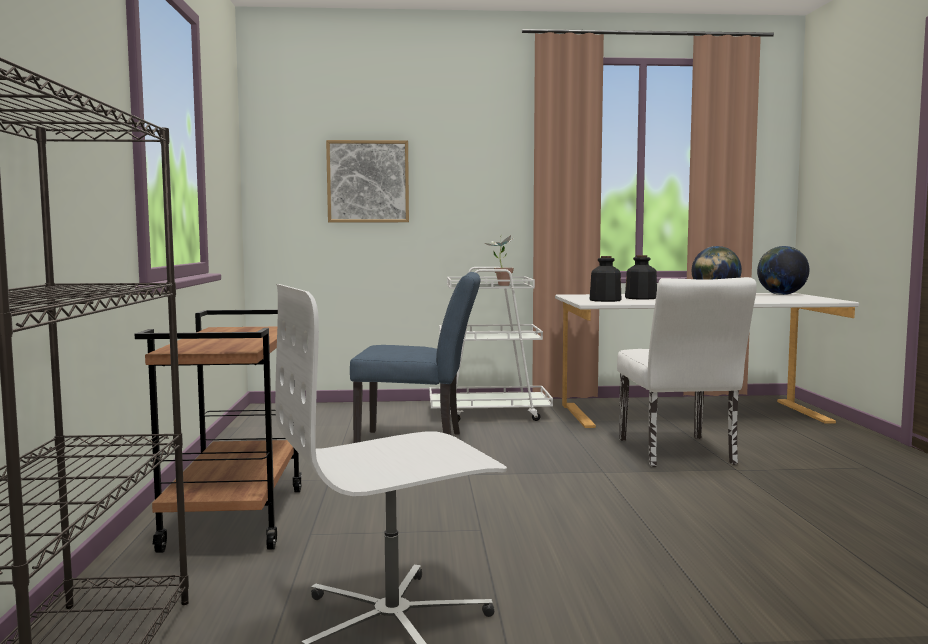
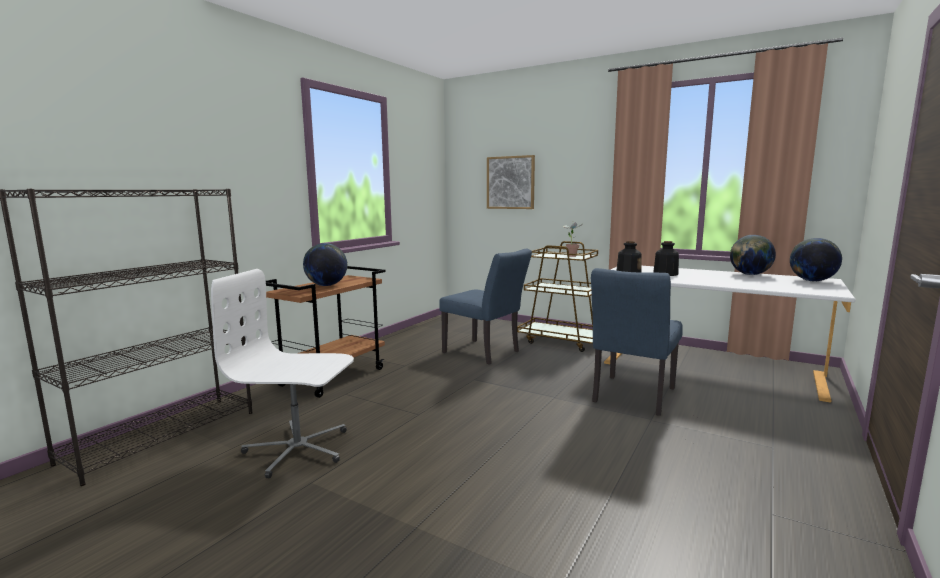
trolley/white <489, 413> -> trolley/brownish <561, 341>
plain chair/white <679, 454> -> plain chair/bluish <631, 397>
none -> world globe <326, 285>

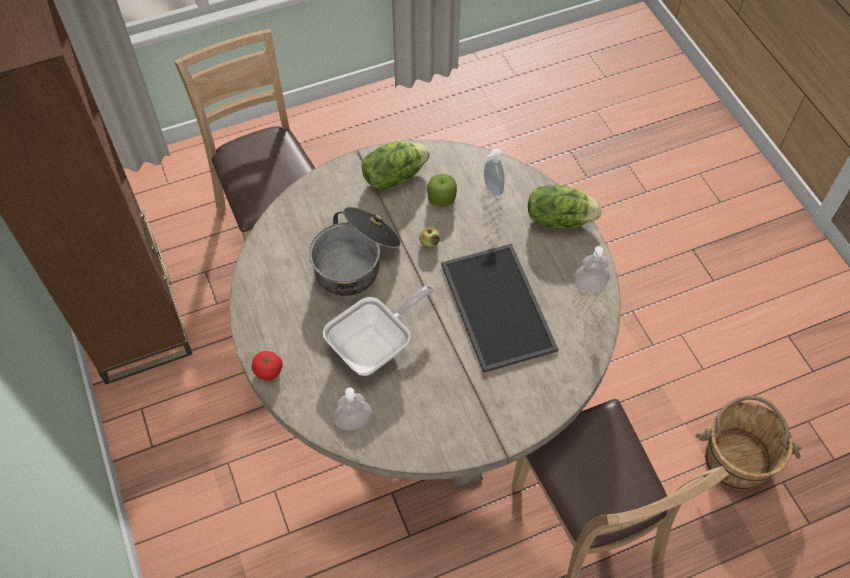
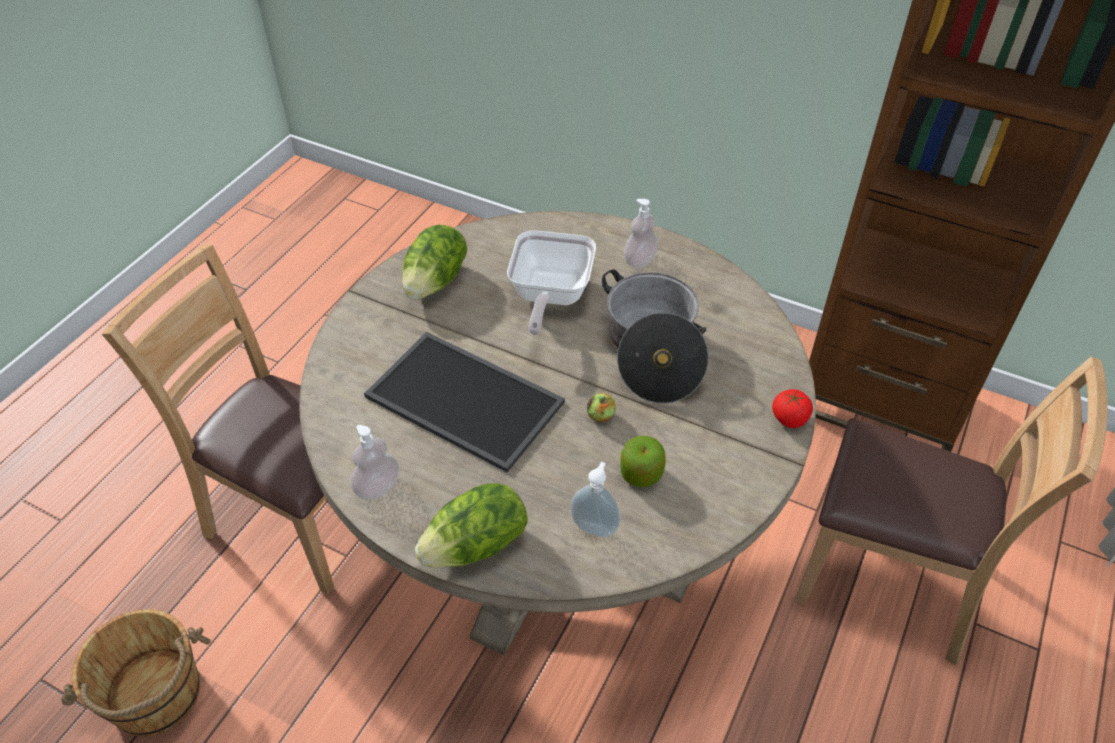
lettuce head <394, 176> -> lettuce head <436, 281>, relocated
fresh tomato <268, 371> -> fresh tomato <789, 418>, relocated
liquid soap bottle <354, 421> -> liquid soap bottle <640, 260>, relocated

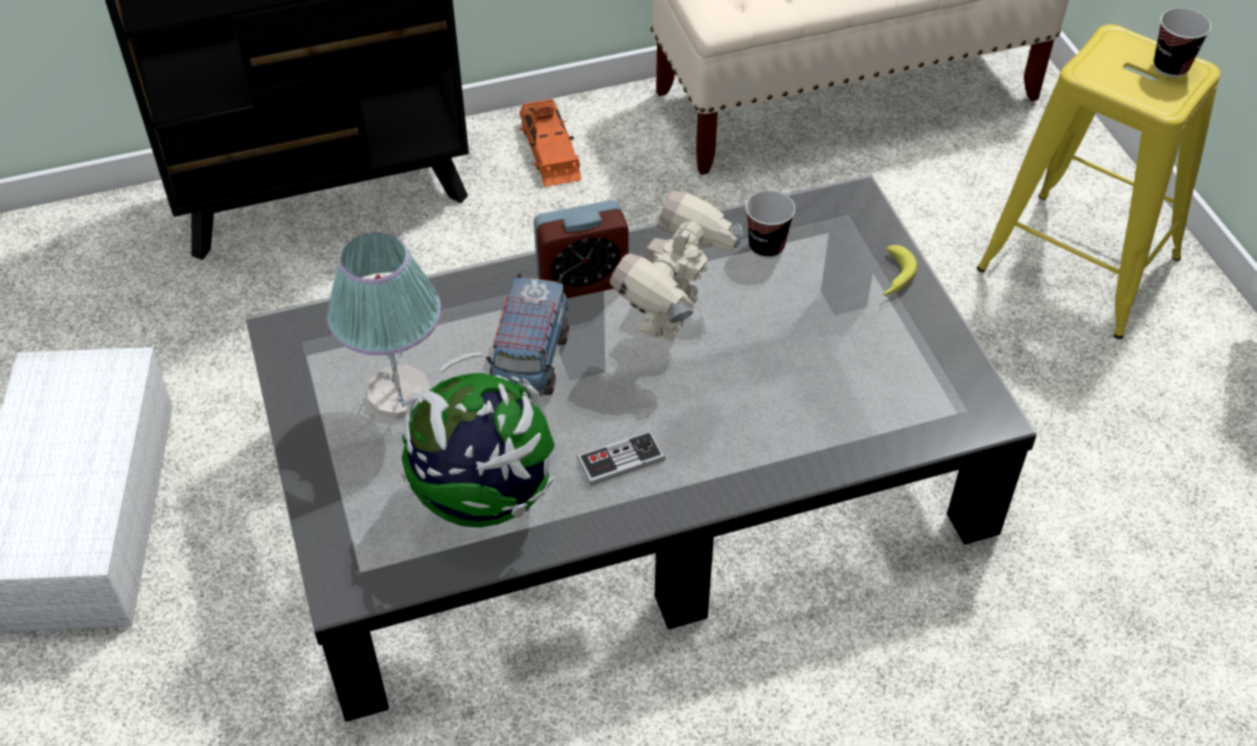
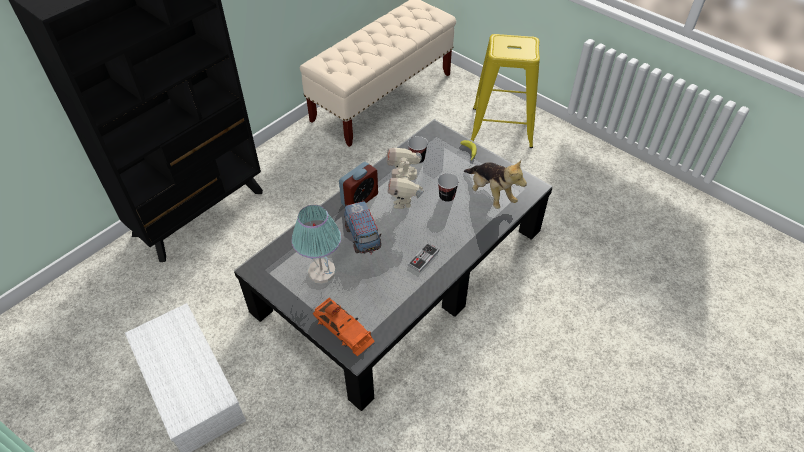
small cup <1170, 67> -> small cup <446, 197>, relocated
miniature car/orange-coloured <550, 151> -> miniature car/orange-coloured <343, 329>, relocated
world globe <485, 496> -> none
none -> plush toy <490, 194>

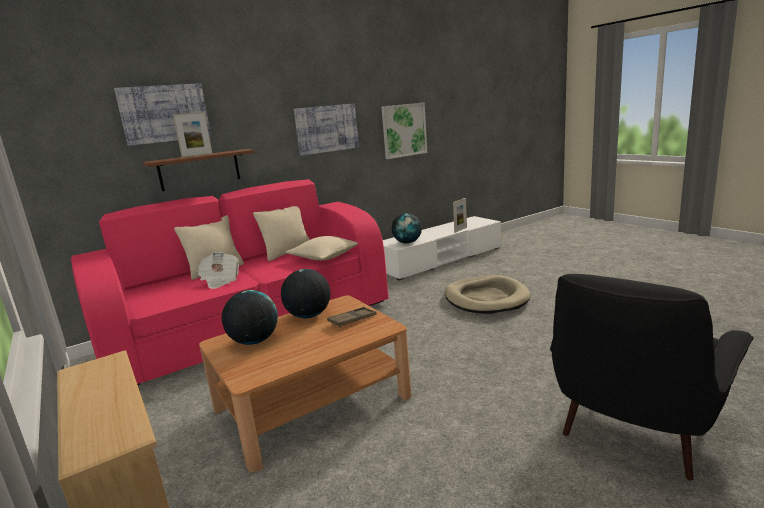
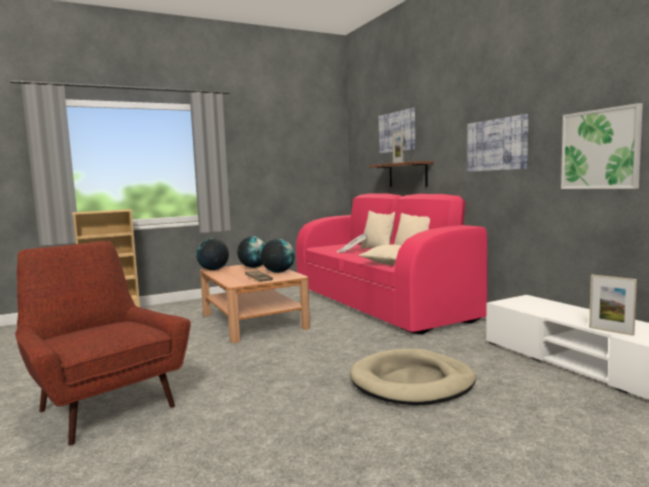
world globe <407, 242> -> world globe <213, 270>, relocated
armchair/black-coloured <633, 430> -> armchair/red-coloured <104, 405>

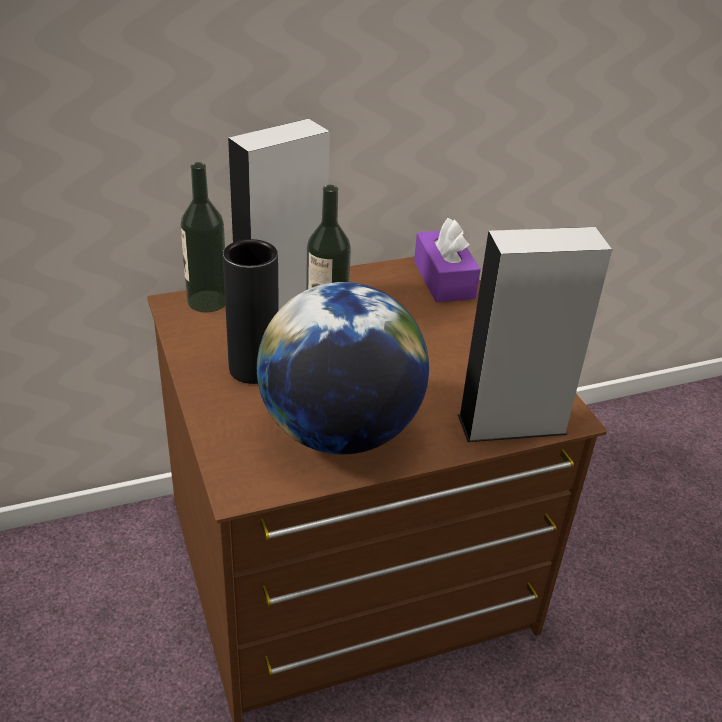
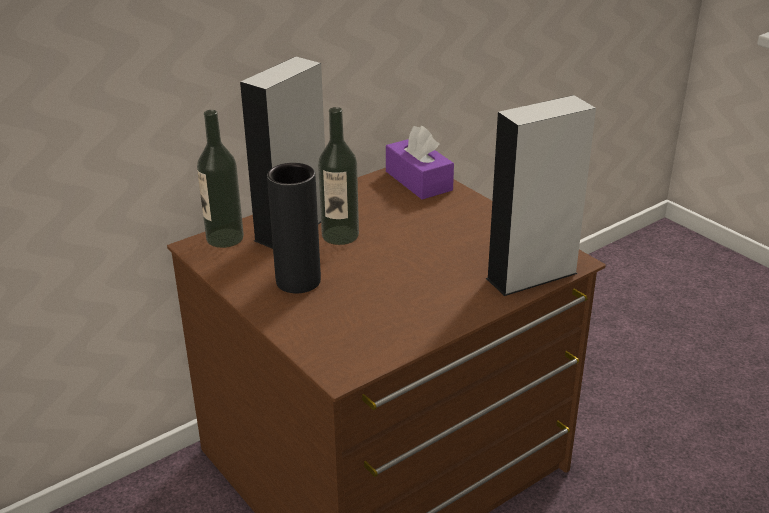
world globe <340, 431> -> none

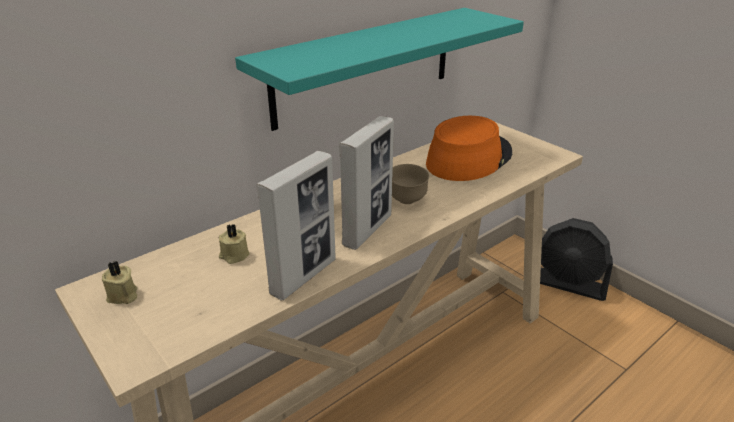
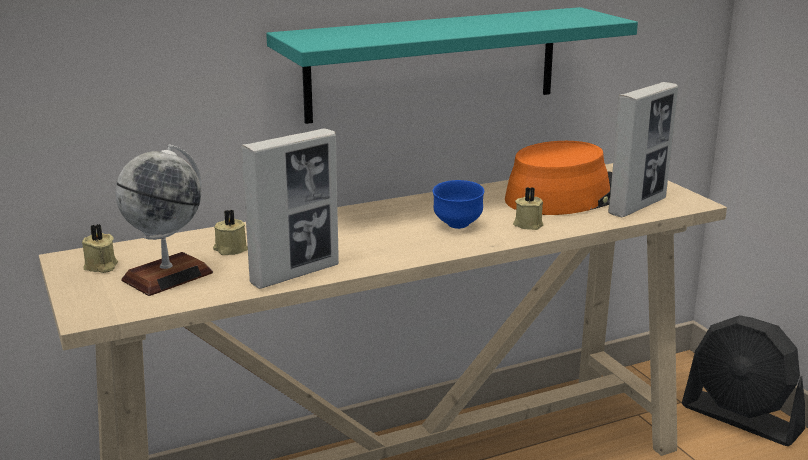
standing frame <367, 230> -> standing frame <637, 206>, relocated
serving bowl/brownish <407, 201> -> serving bowl/bluish <457, 226>
none -> world globe <167, 276>
none -> wax light/beige-coloured <528, 224>

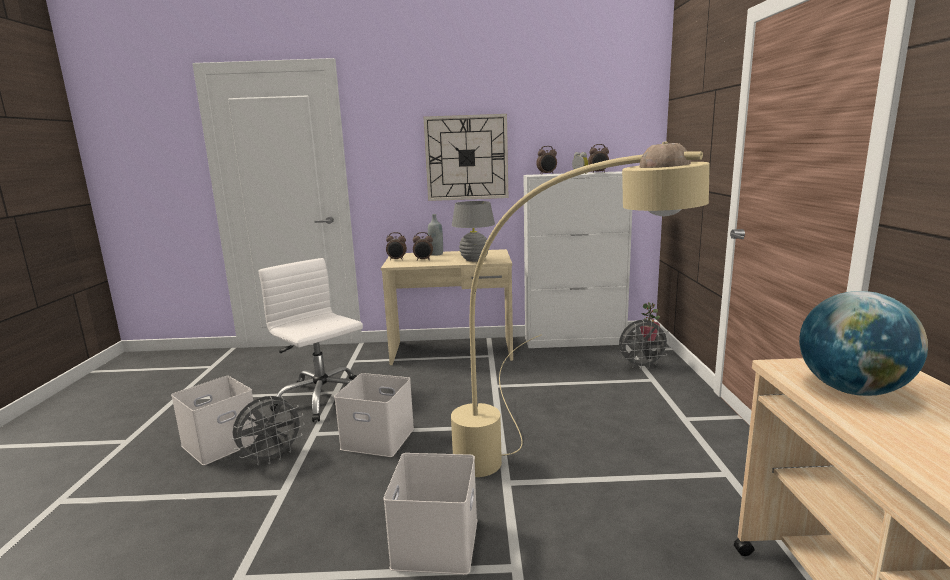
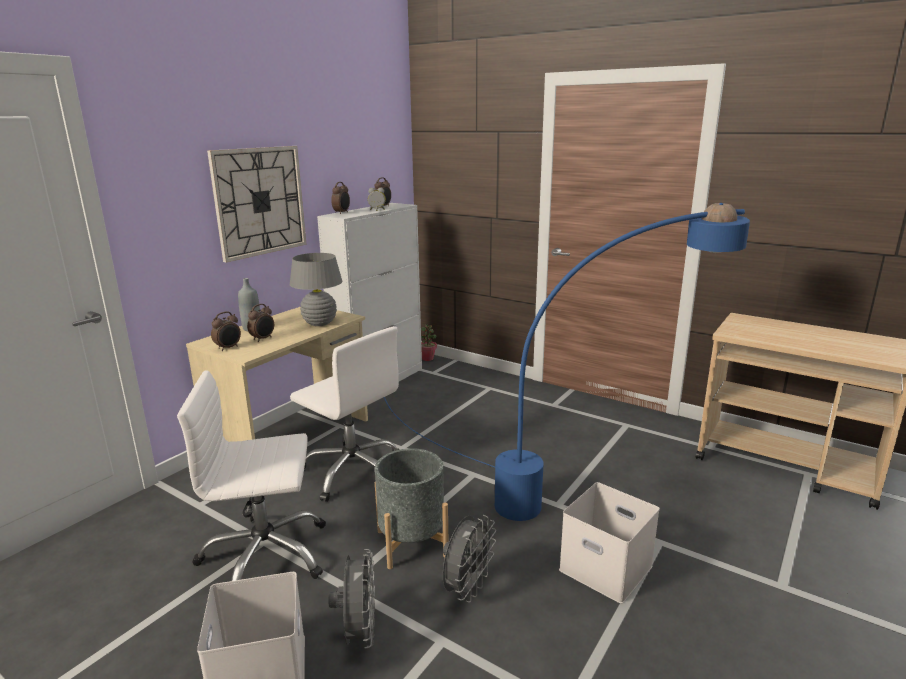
floor lamp/beige-coloured <540, 474> -> floor lamp/bluish <562, 486>
world globe <852, 390> -> none
electric fan/grey <641, 366> -> electric fan/grey <467, 588>, relocated
storage box/white <380, 438> -> flower pot/grey <412, 543>
none -> desk chair/white <353, 471>

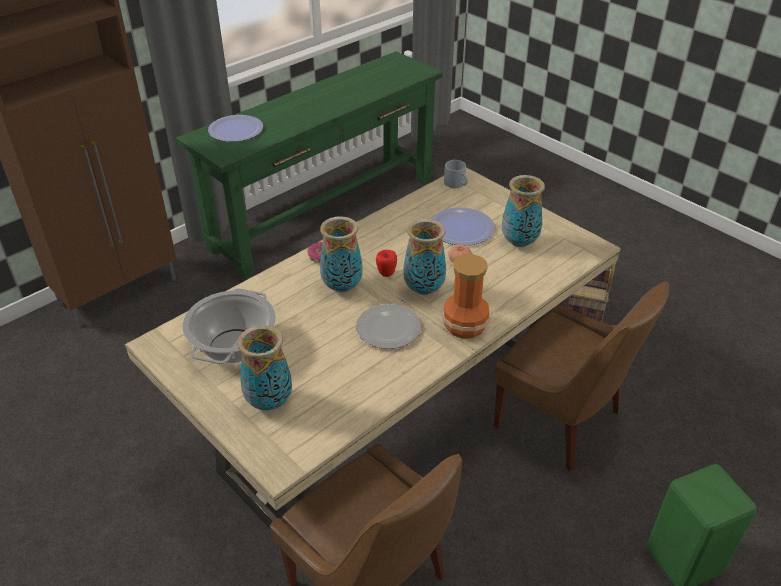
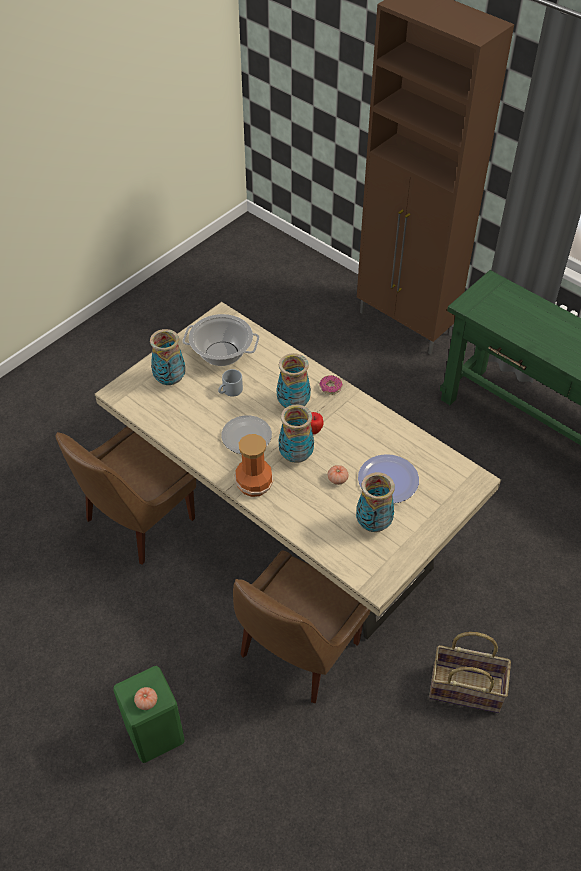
flat dish <236, 130> -> none
tea mug/grey <457, 184> -> tea mug/grey <230, 391>, relocated
none -> fresh tomato <146, 702>

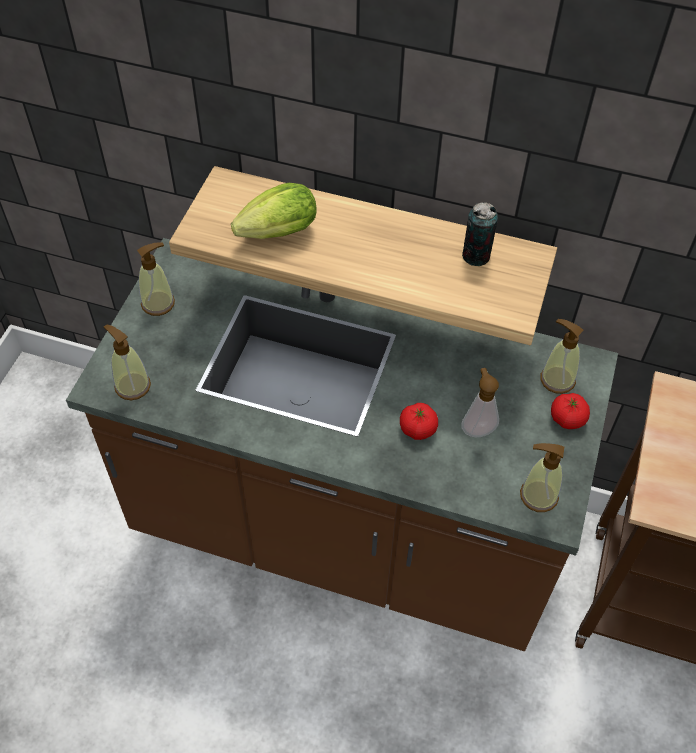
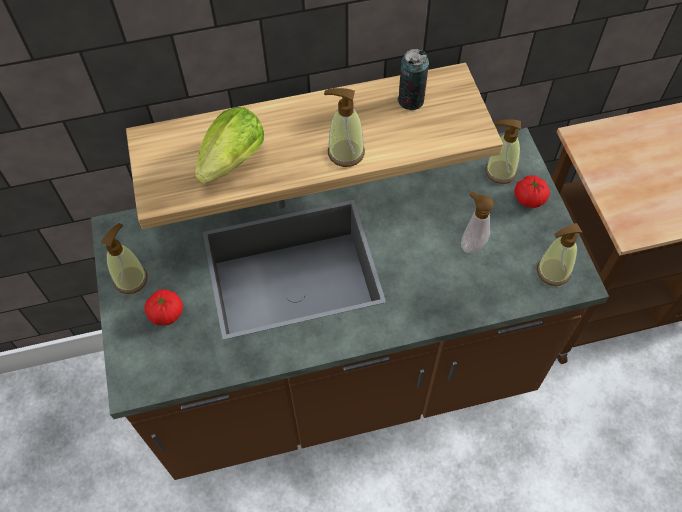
liquid soap bottle <132, 386> -> liquid soap bottle <345, 153>, relocated
fresh tomato <417, 429> -> fresh tomato <166, 313>, relocated

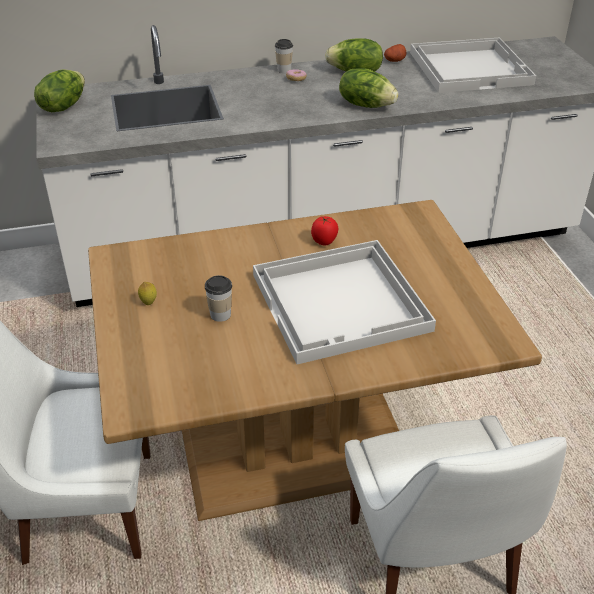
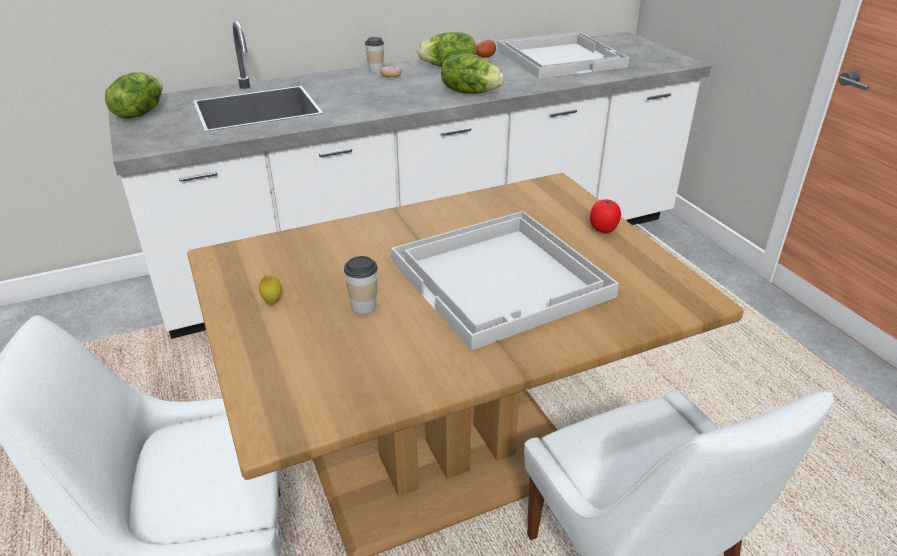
fresh tomato <324, 241> -> fresh tomato <603, 229>, relocated

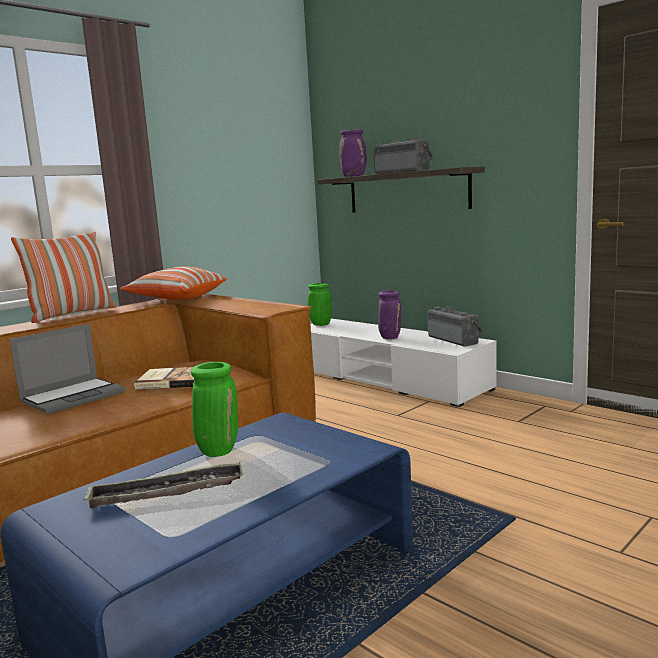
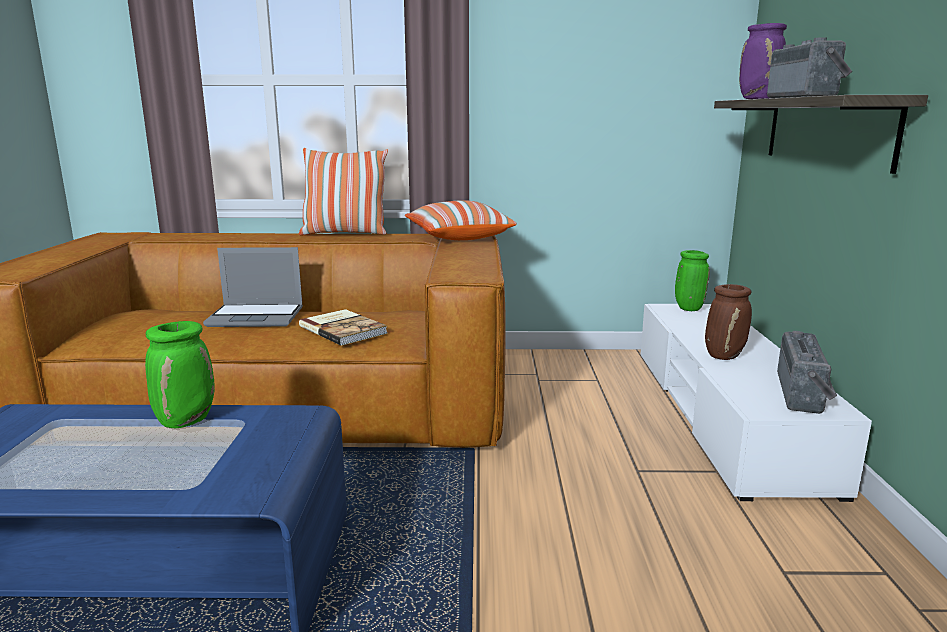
vase/purplish <389, 337> -> vase/brownish <724, 356>
serving tray <167, 492> -> none

